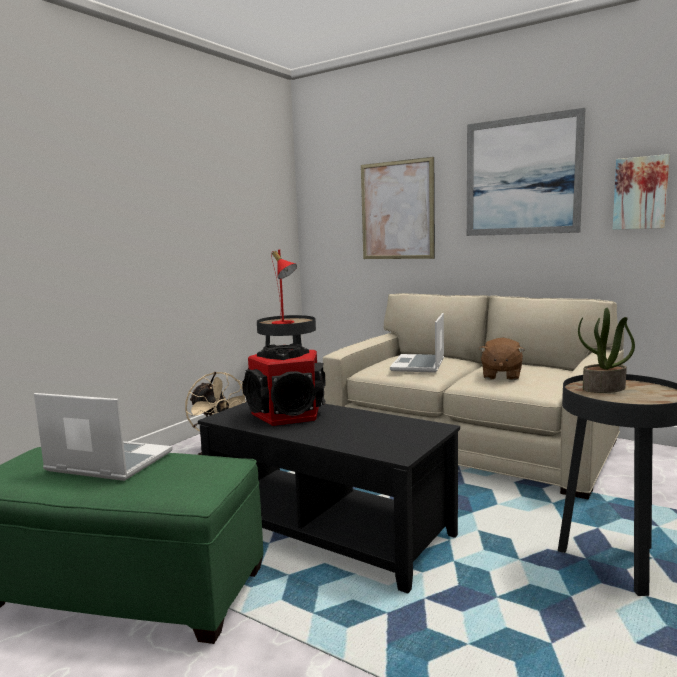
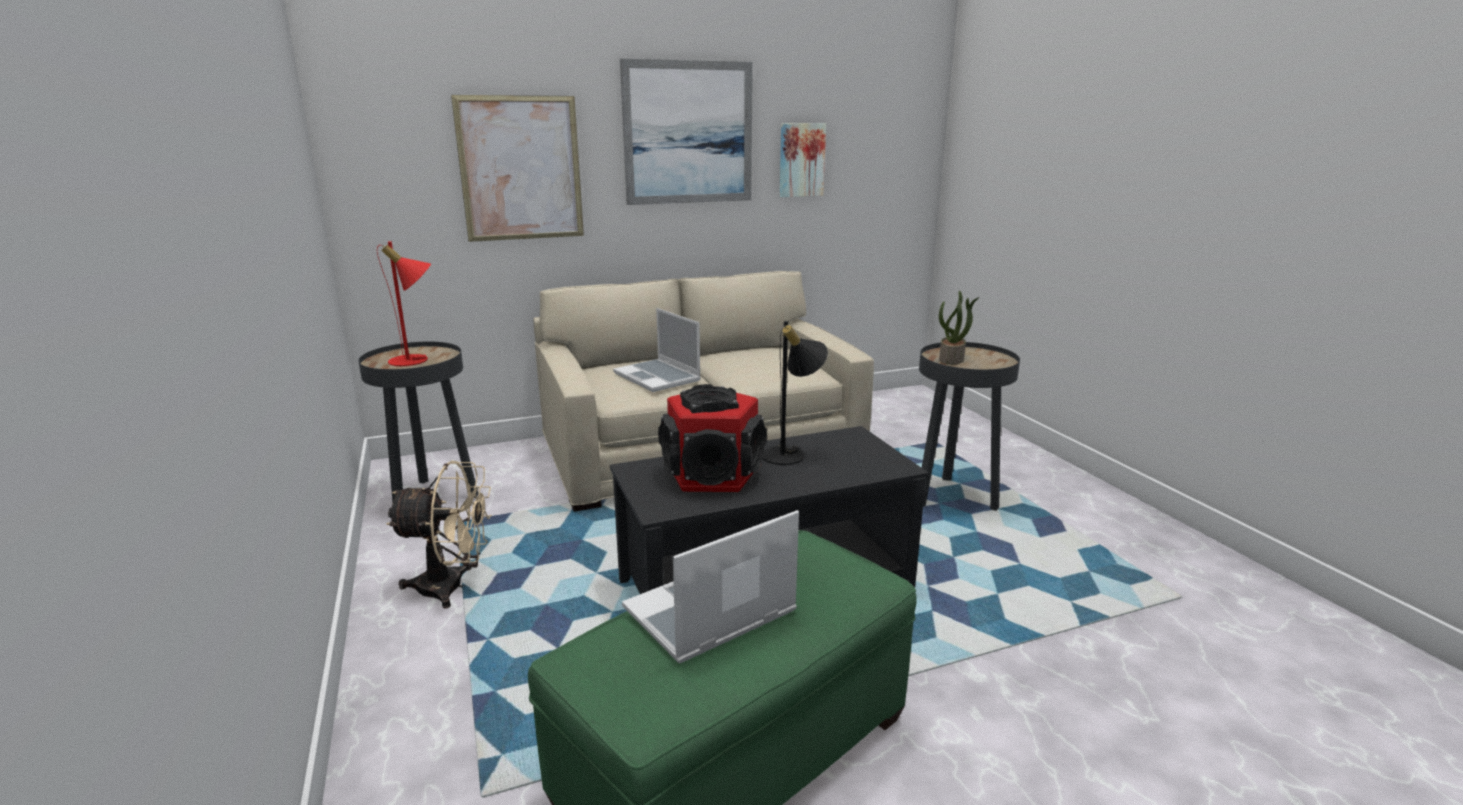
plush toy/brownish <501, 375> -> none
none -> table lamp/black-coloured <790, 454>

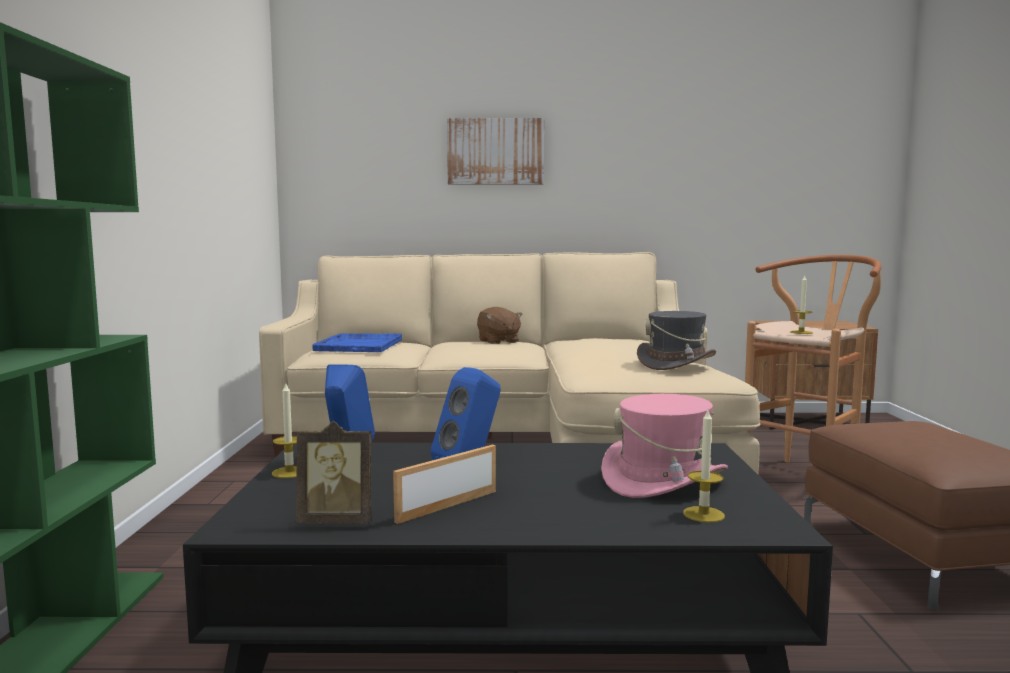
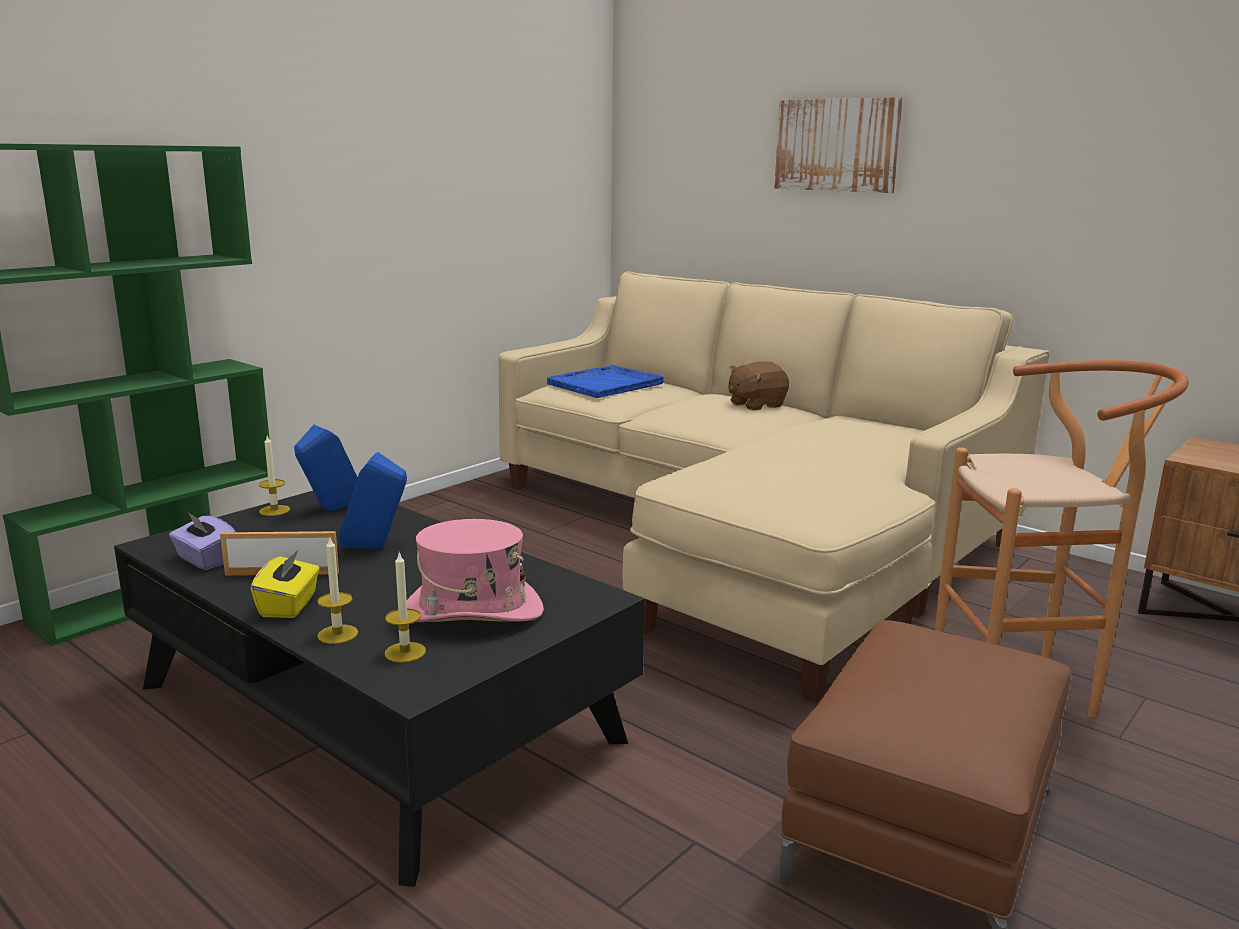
wax light <801, 332> -> wax light <337, 634>, relocated
plush toy/brownish <498, 341> -> plush toy/brownish <756, 405>, 45 degrees clockwise
hat/grey <676, 364> -> none
standing frame <337, 521> -> tissue box/purplish <205, 560>
none -> tissue box/yellowish <289, 605>

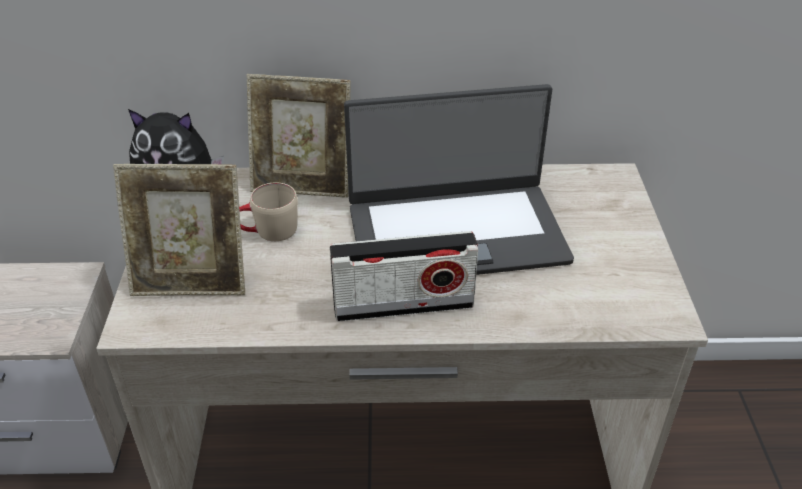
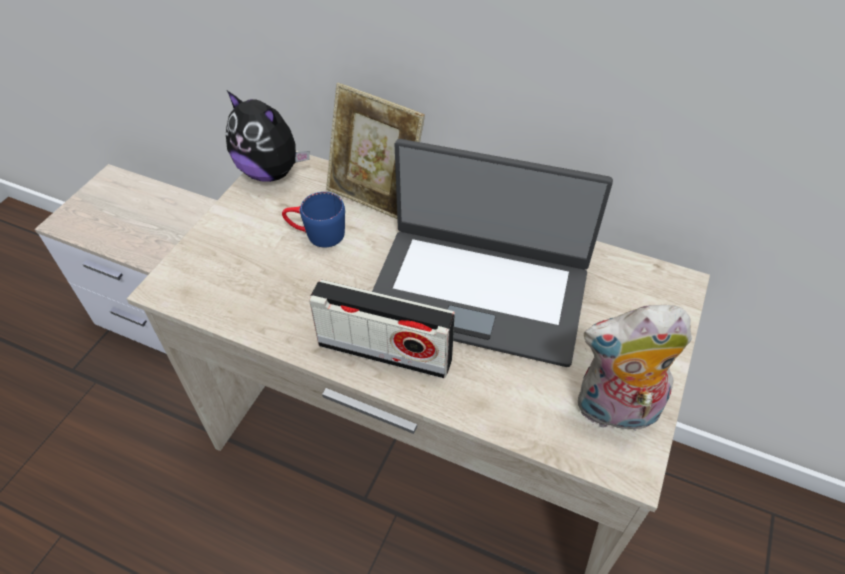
standing frame <192, 281> -> none
tea mug/beige-coloured <267, 232> -> tea mug/bluish <316, 234>
none -> plush toy <615, 412>

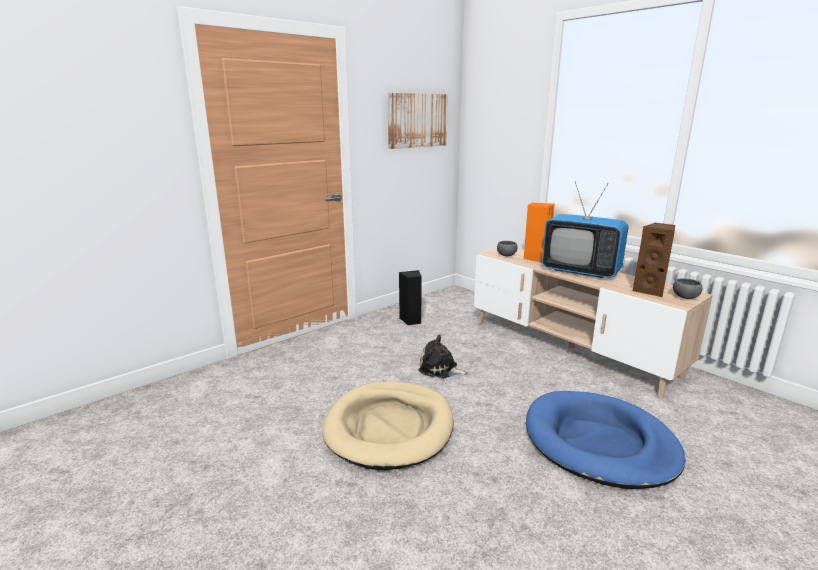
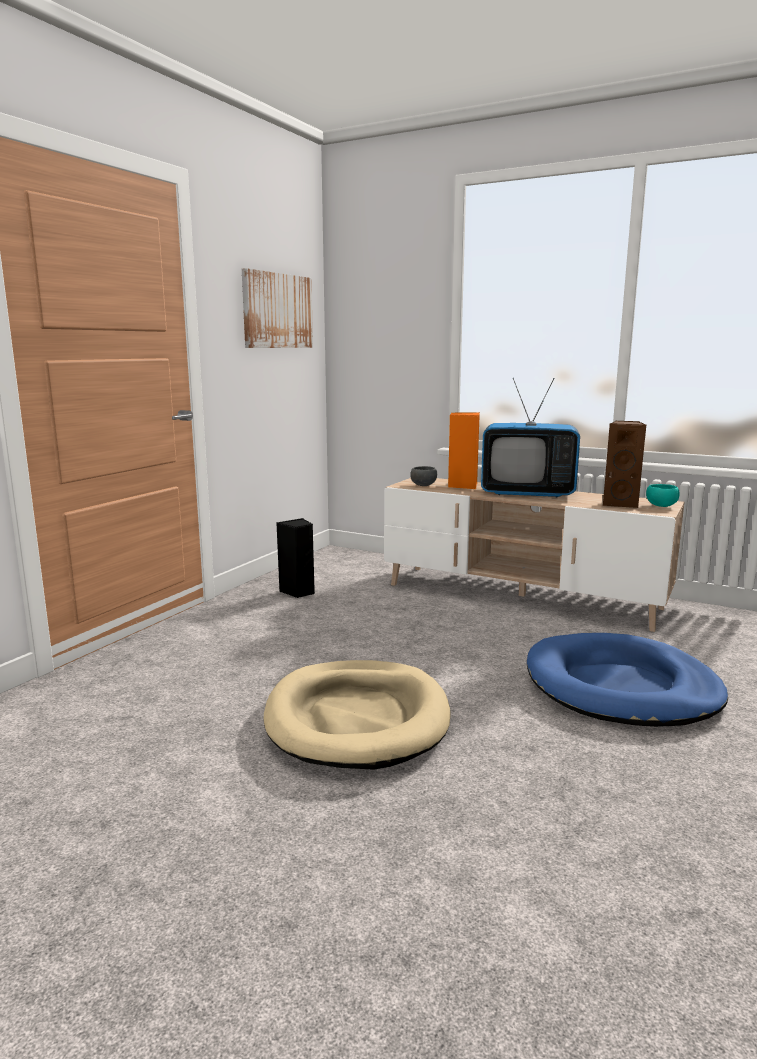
serving bowl/grey <685, 297> -> serving bowl/turquoise-coloured <661, 506>
plush toy <440, 369> -> none

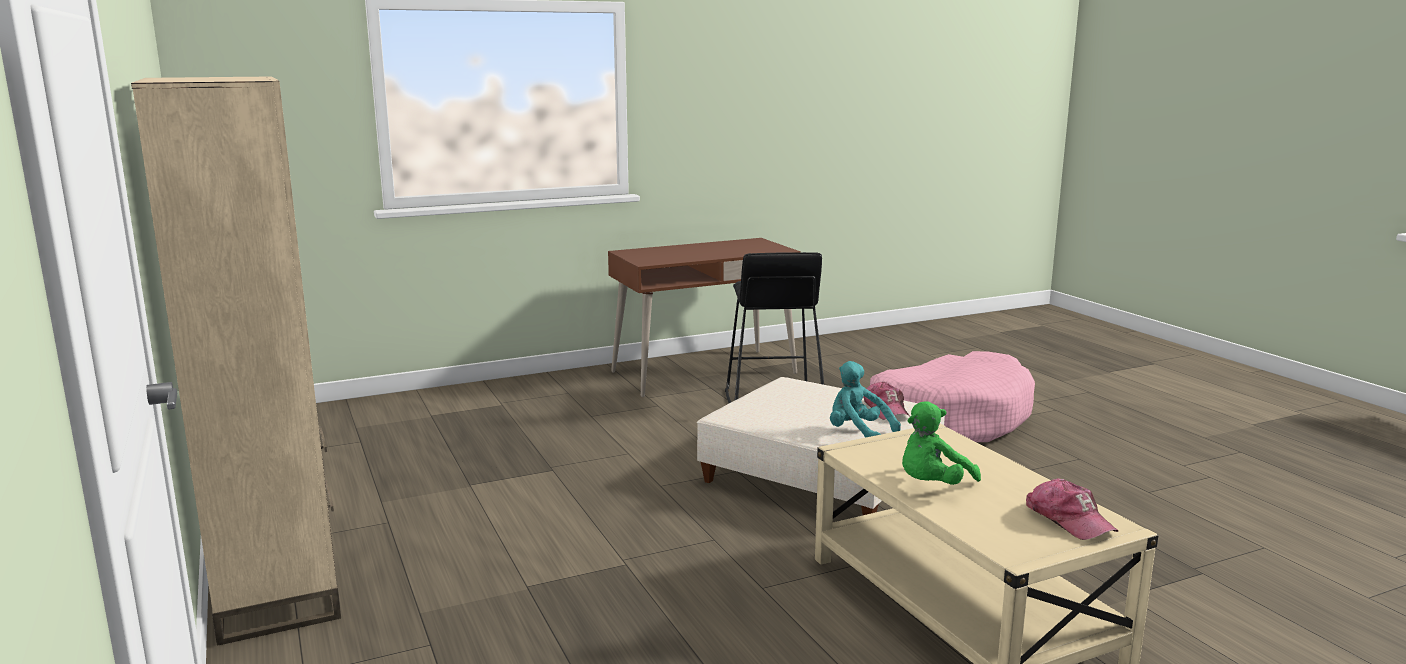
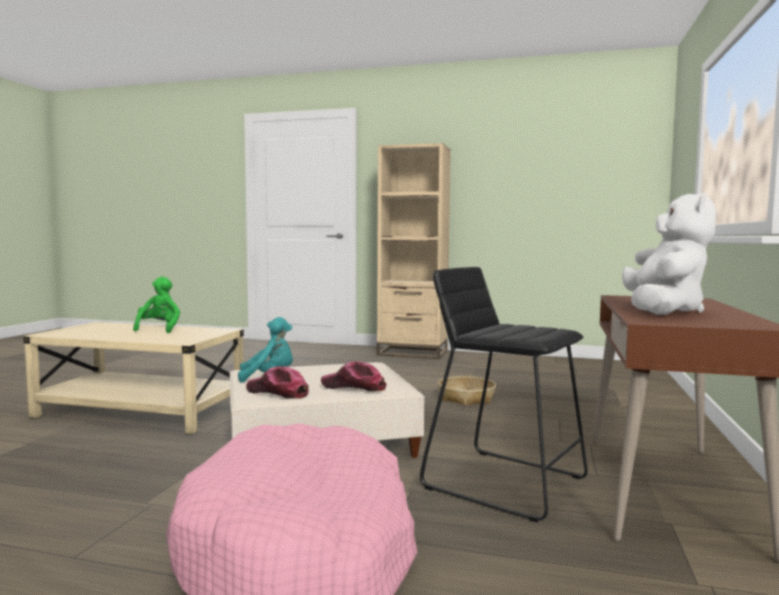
baseball cap <1068, 520> -> baseball cap <354, 387>, relocated
none -> plush toy/white <663, 311>
none -> basket <466, 398>

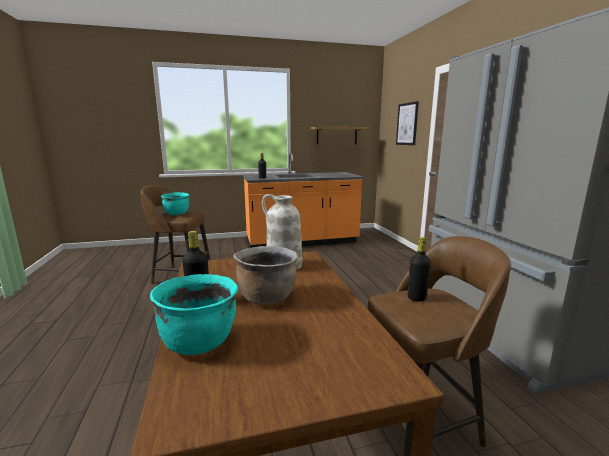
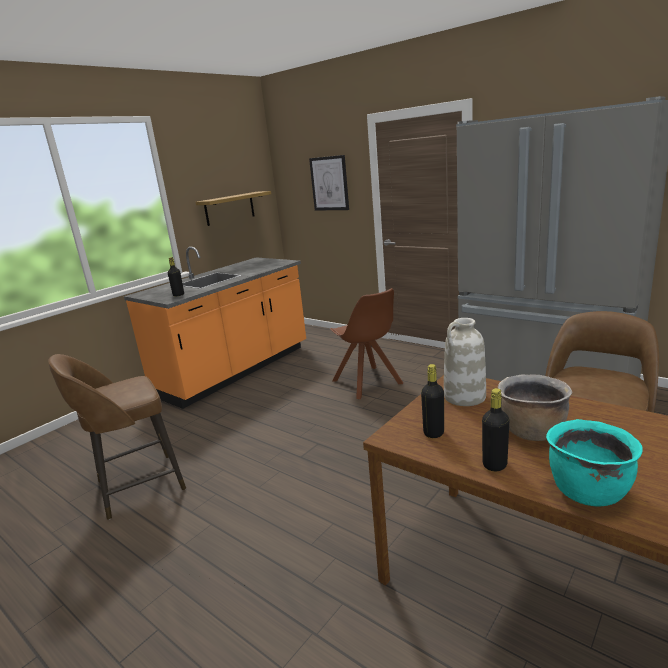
saucepot/turquoise-coloured <177, 214> -> none
drink bottle/black-coloured <416, 298> -> drink bottle/black-coloured <433, 433>, relocated
none -> plain chair/brownish <368, 383>

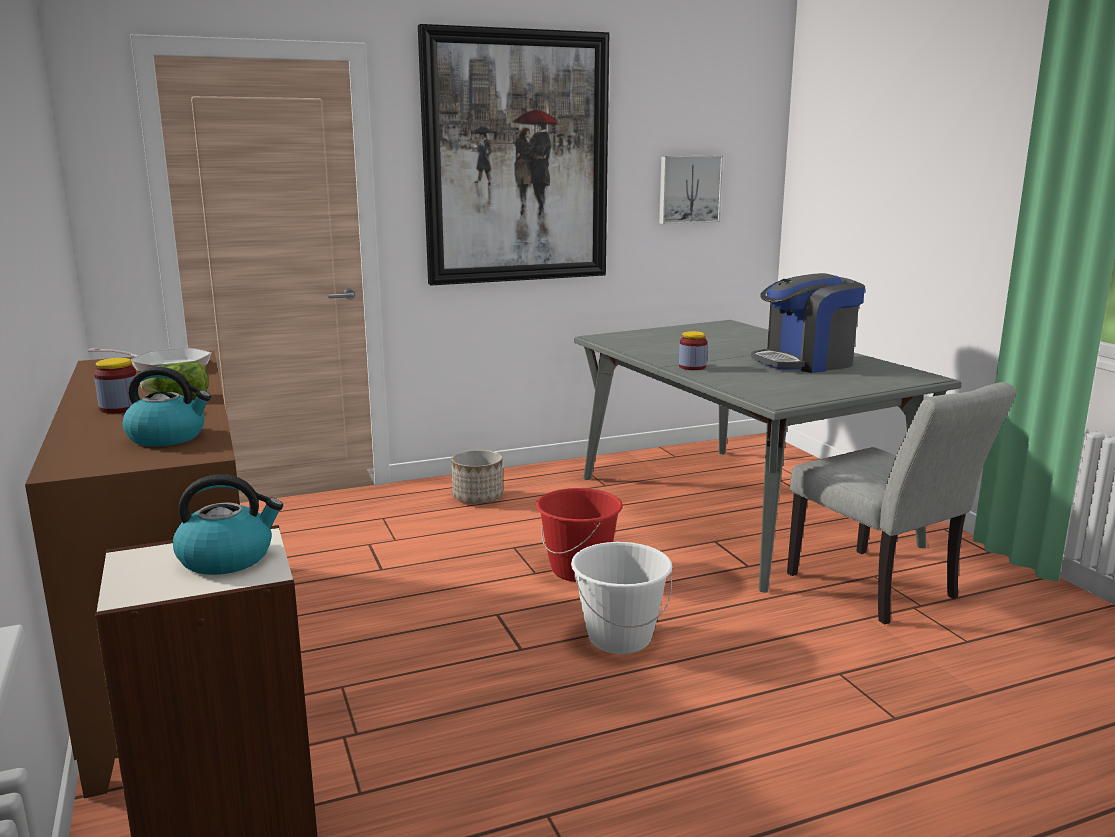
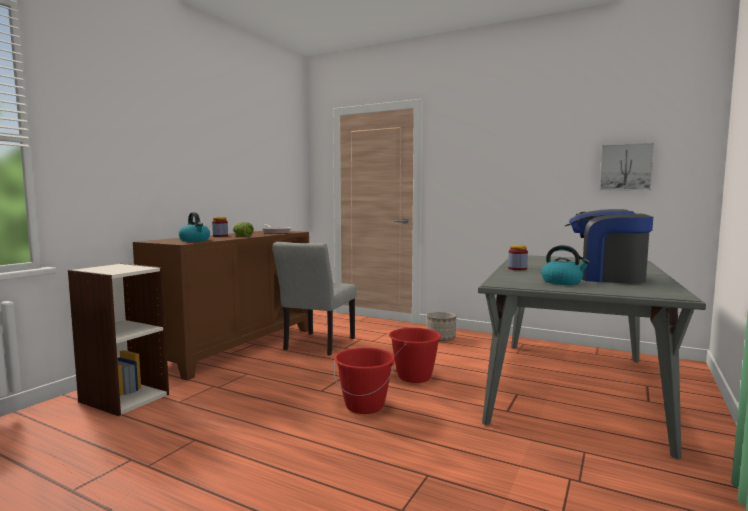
wall art <516, 158> -> none
plain chair/grey <881, 590> -> plain chair/grey <316, 345>, relocated
kettle <227, 558> -> kettle <562, 282>, relocated
water bucket/white <619, 638> -> water bucket/red-coloured <365, 406>

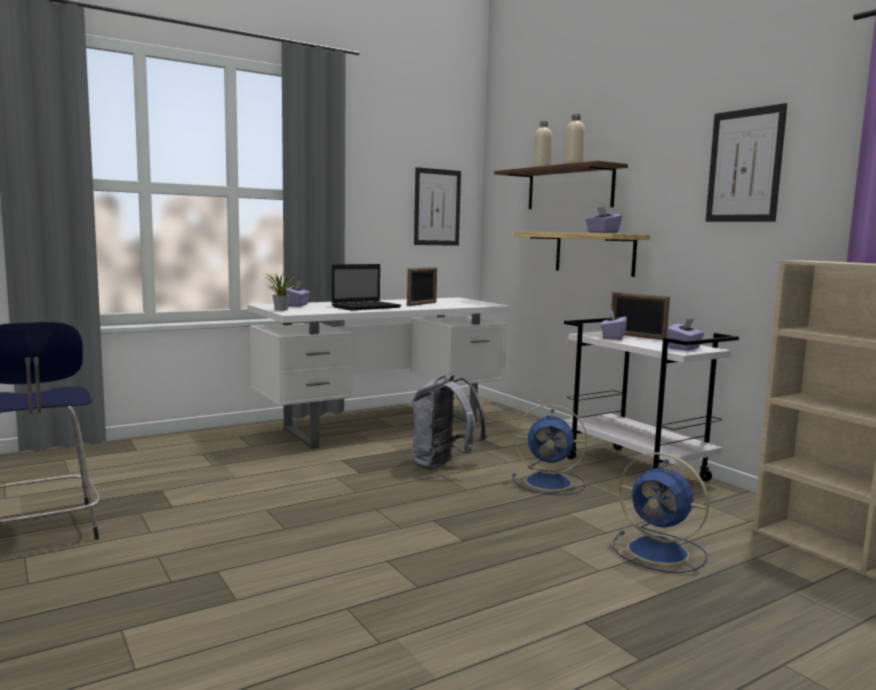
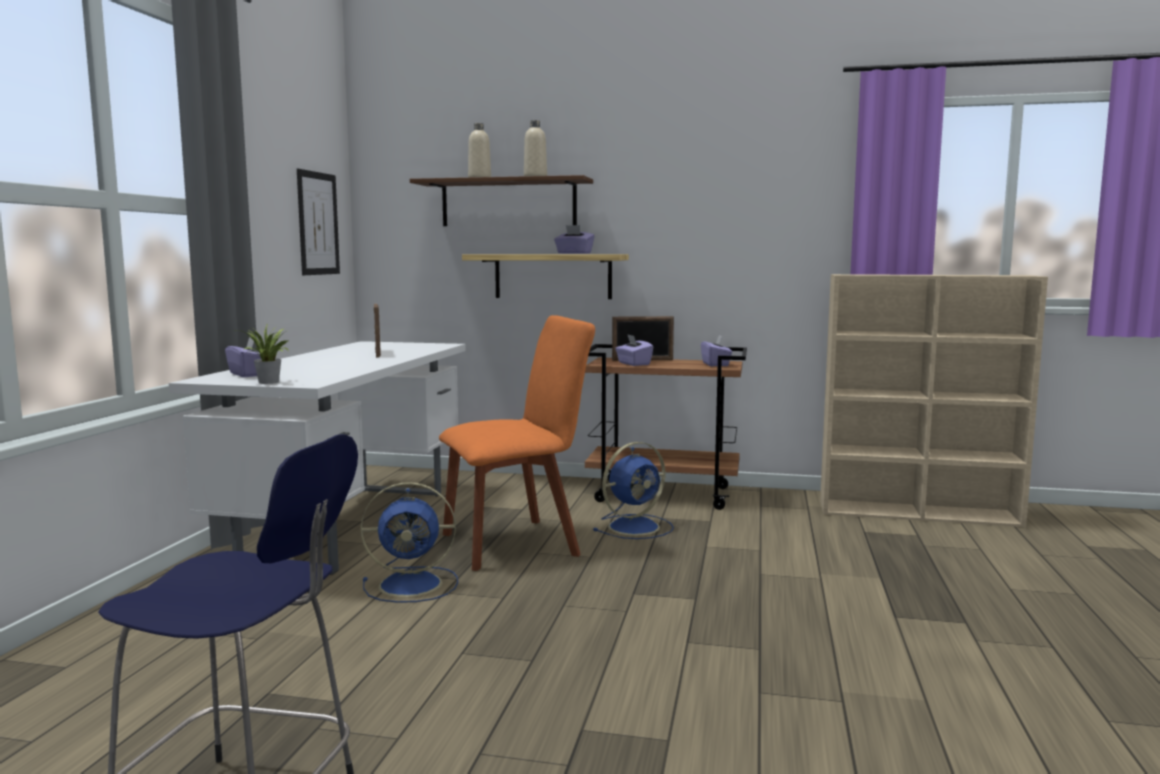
wall art <744, 166> -> none
notebook computer <367, 307> -> none
trolley/white <637, 469> -> trolley/brownish <664, 494>
rucksack/grey <443, 465> -> plain chair/orange-coloured <516, 543>
electric fan/bluish <660, 552> -> electric fan/bluish <413, 584>, relocated

